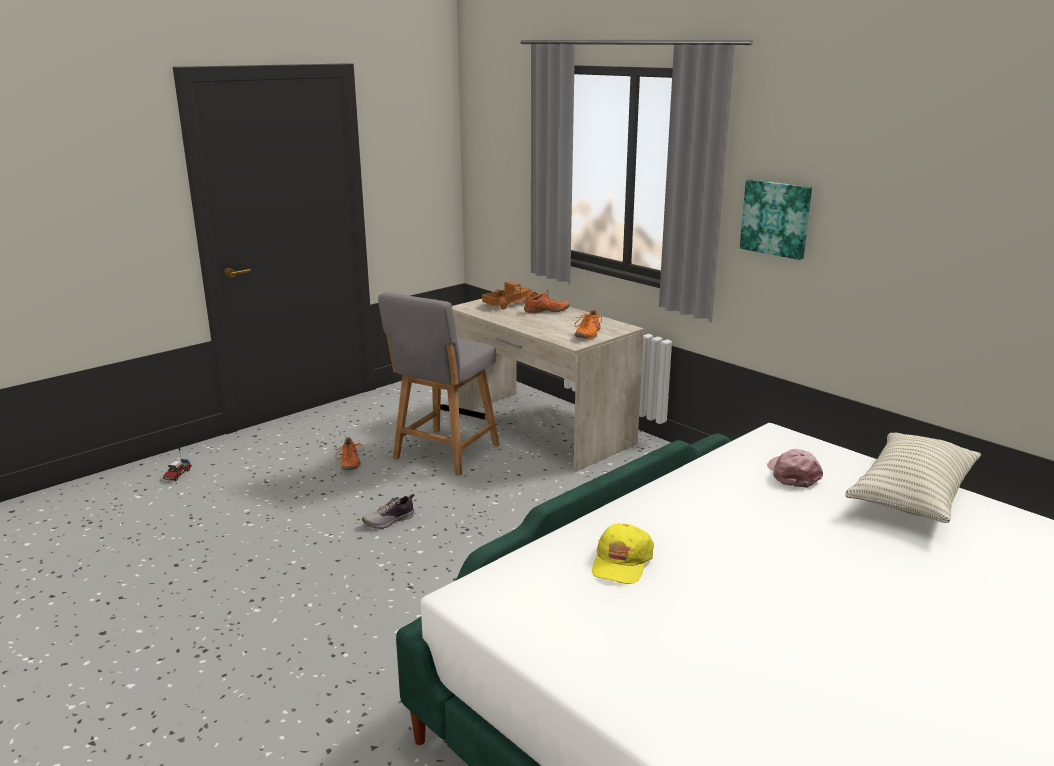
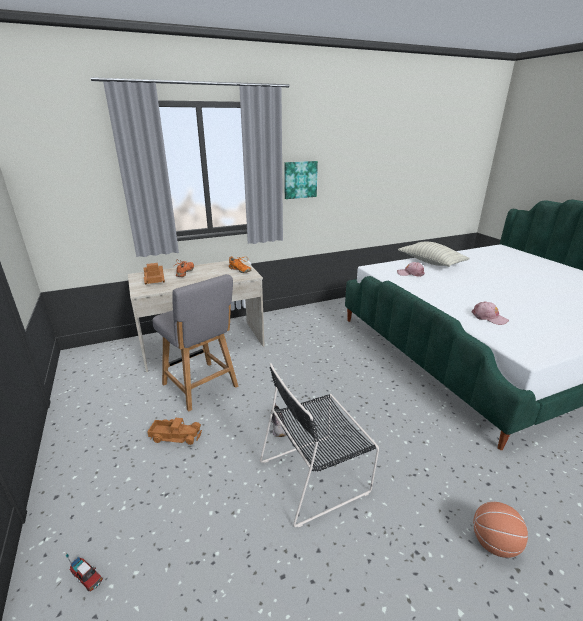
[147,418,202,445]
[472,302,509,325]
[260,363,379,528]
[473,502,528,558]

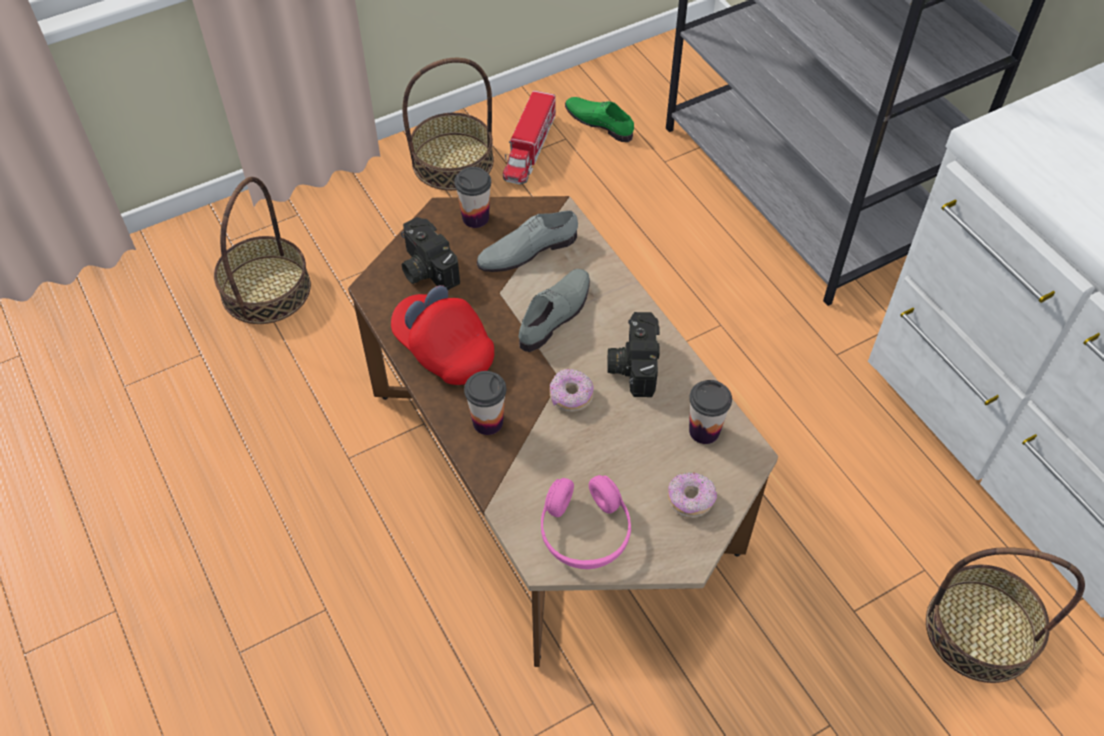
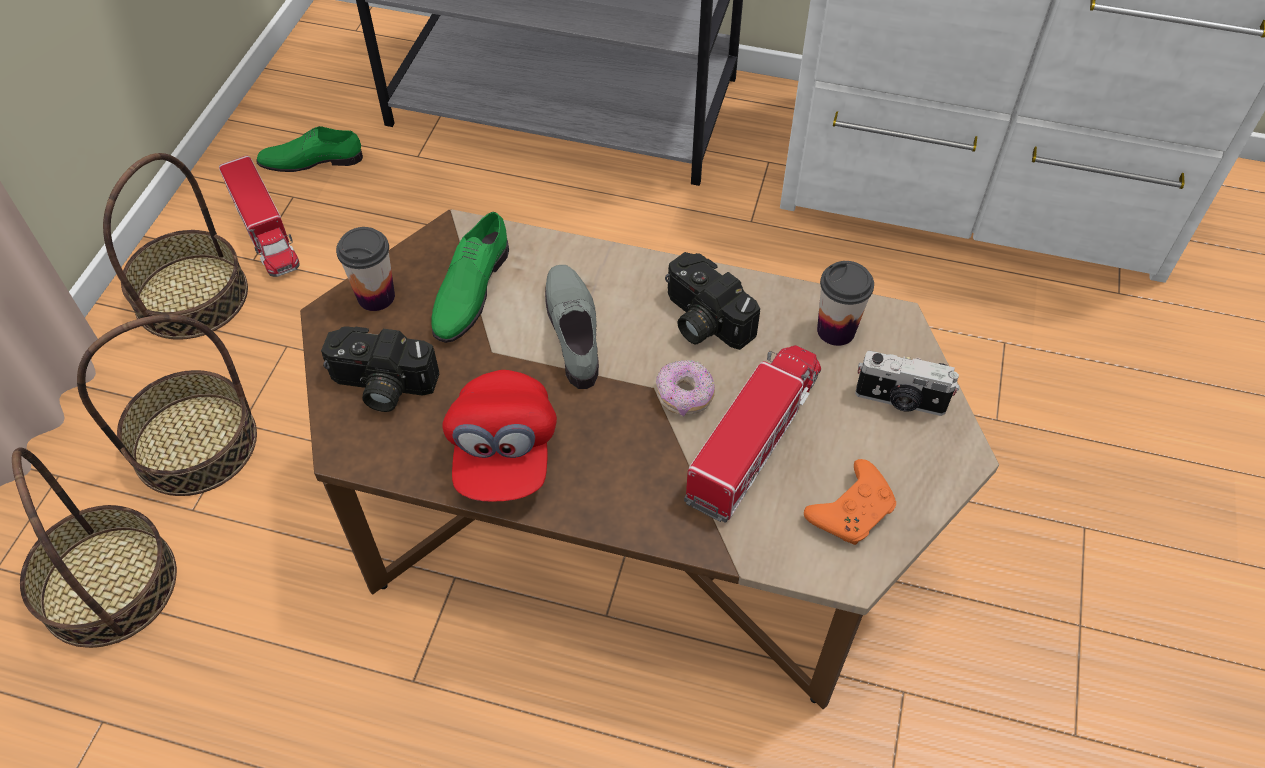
[431,212,509,343]
[442,370,557,501]
[464,371,506,435] (first image)
[855,351,959,416]
[804,459,896,545]
[77,314,257,496]
[684,345,821,523]

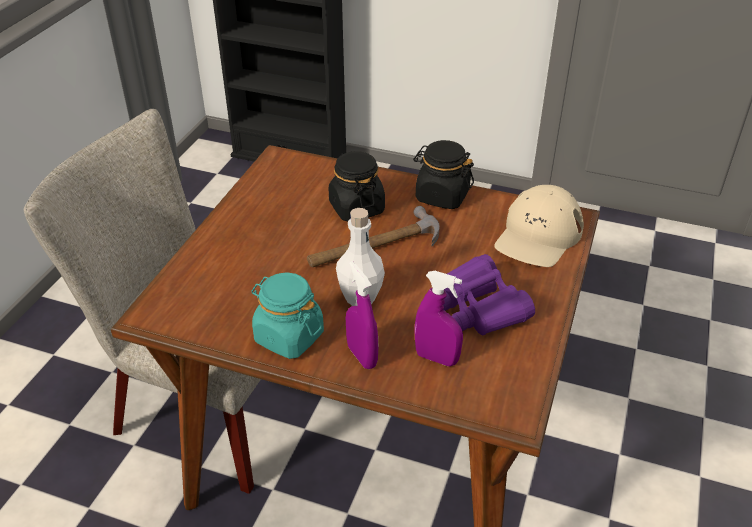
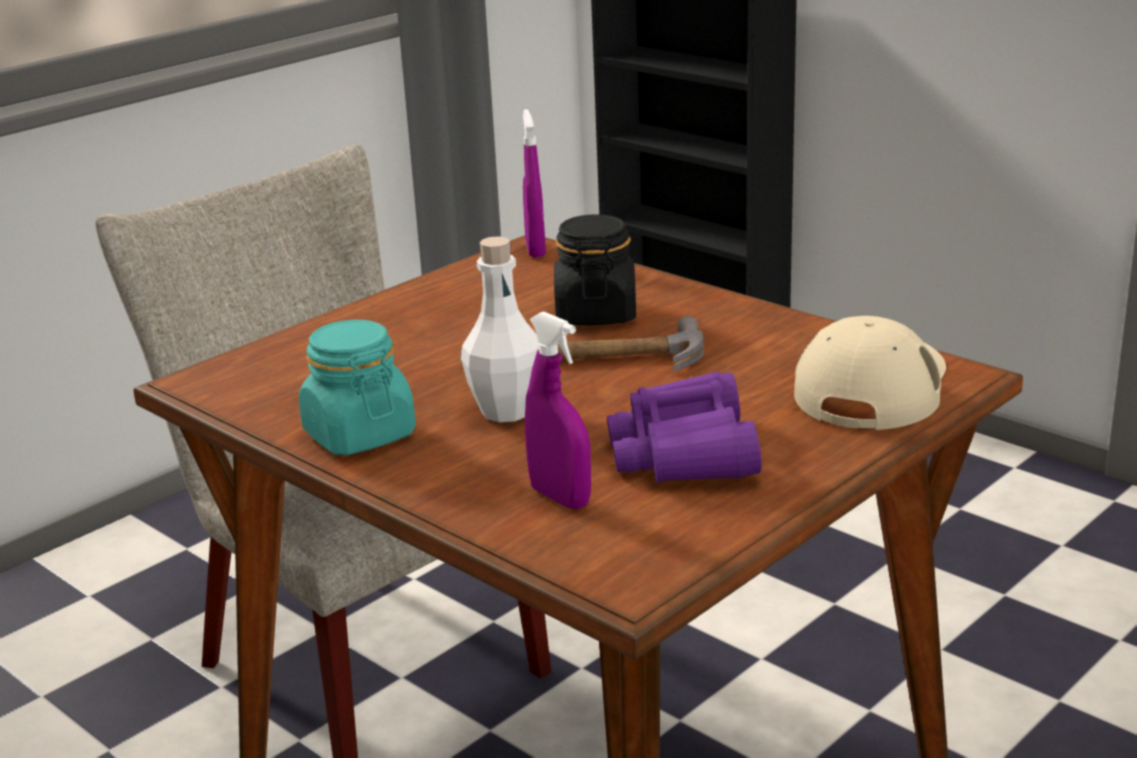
[413,140,474,209] (first image)
[794,316,946,430]
[523,109,546,258]

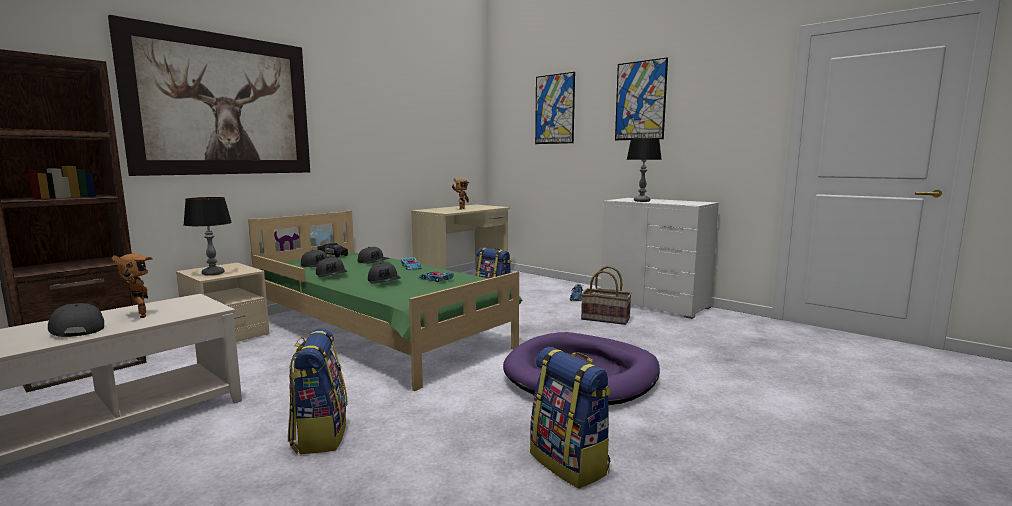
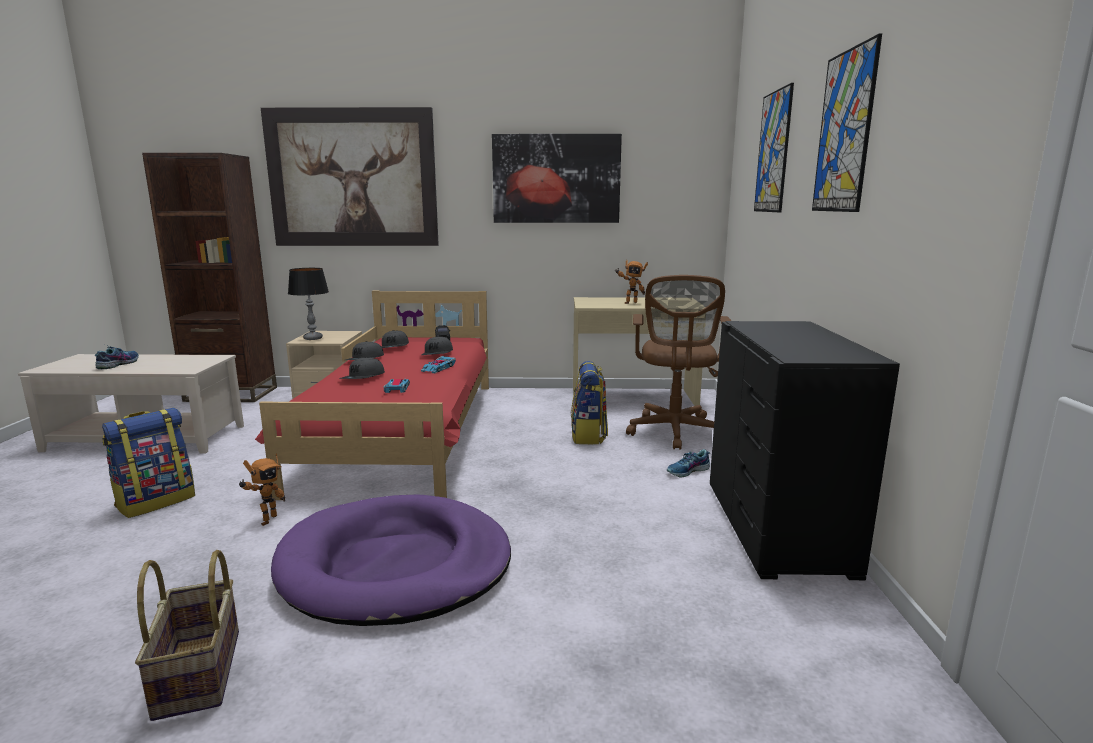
[627,138,662,202] (first image)
[710,321,900,580]
[255,291,489,500]
[238,453,285,526]
[135,550,239,721]
[95,345,139,369]
[530,347,611,489] (first image)
[492,134,622,223]
[626,275,731,450]

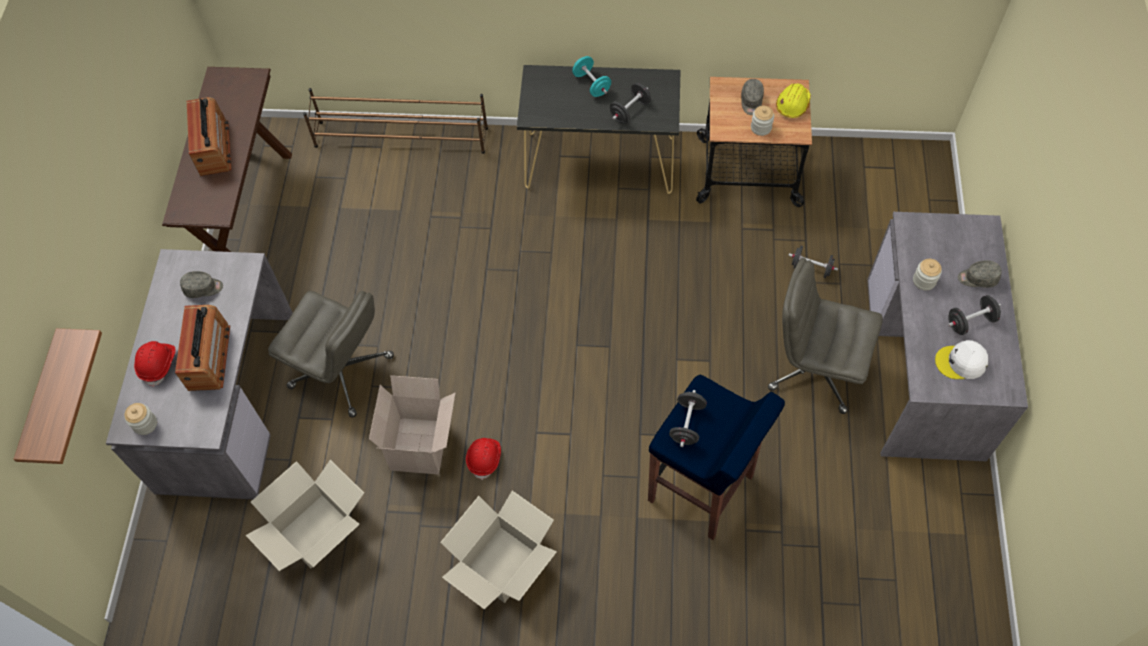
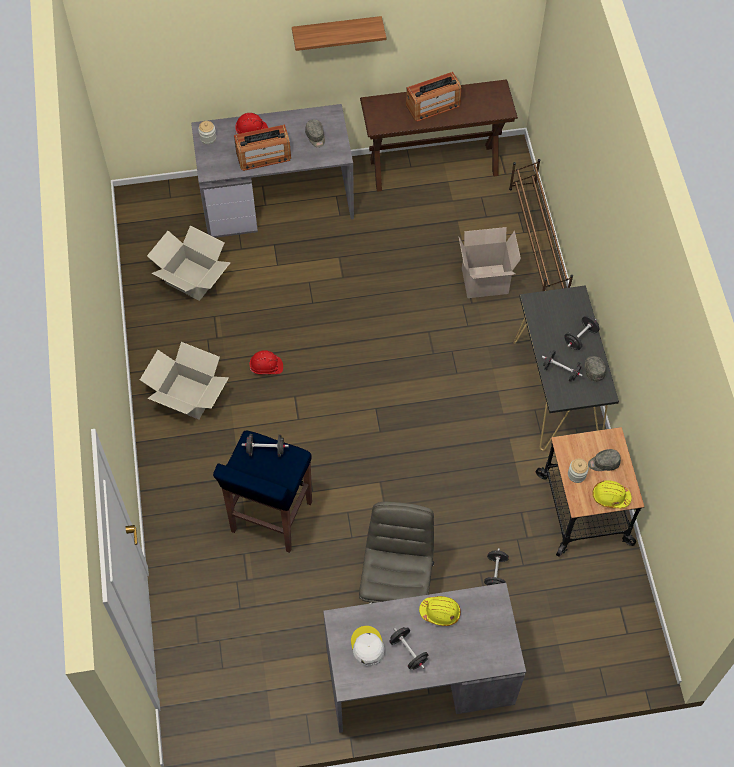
[564,316,599,350]
[419,596,461,626]
[585,356,606,382]
[268,291,394,418] (first image)
[292,16,386,51]
[459,227,521,298]

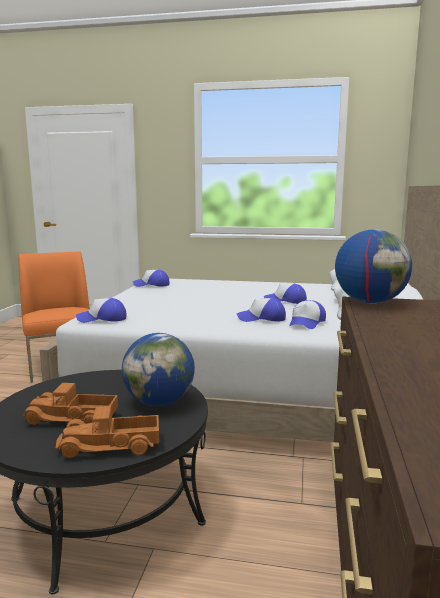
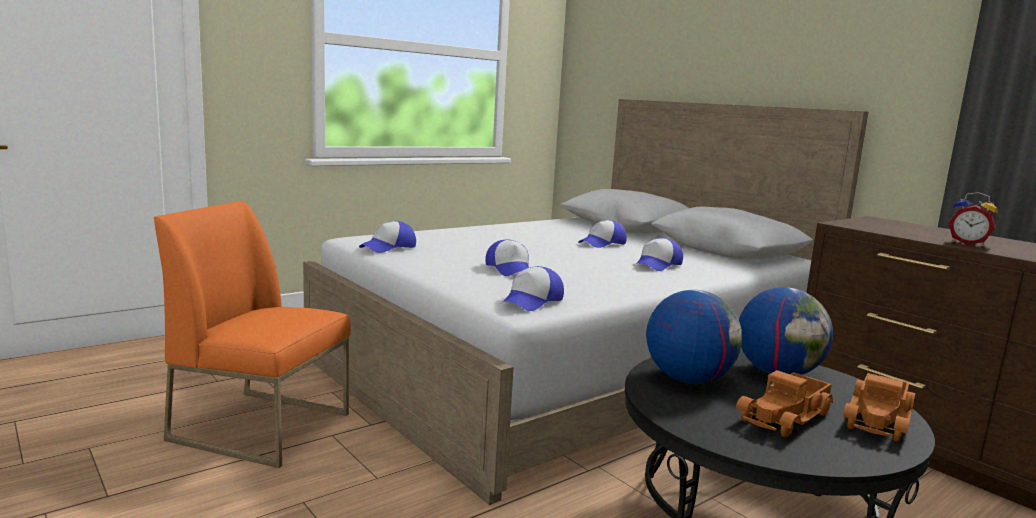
[646,290,742,384]
[485,239,529,276]
[949,192,998,246]

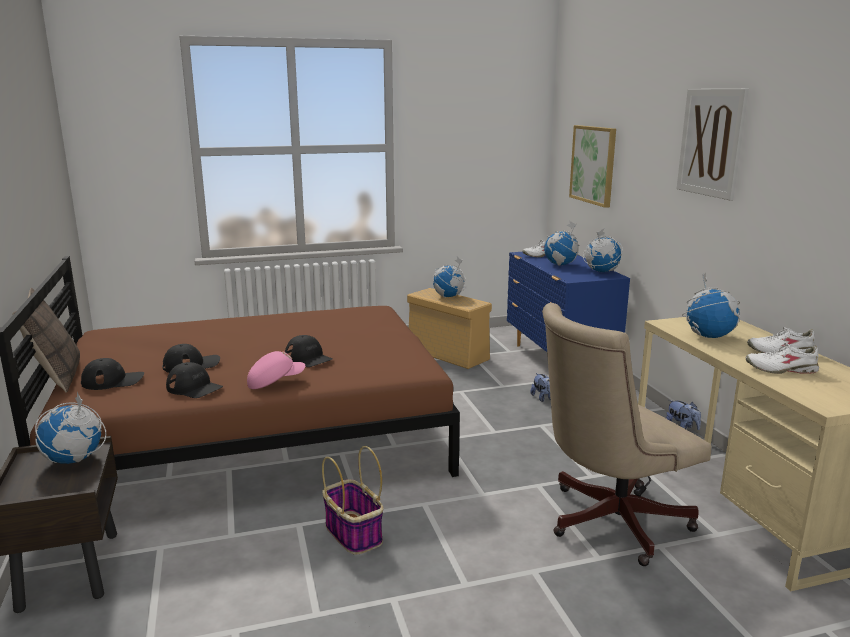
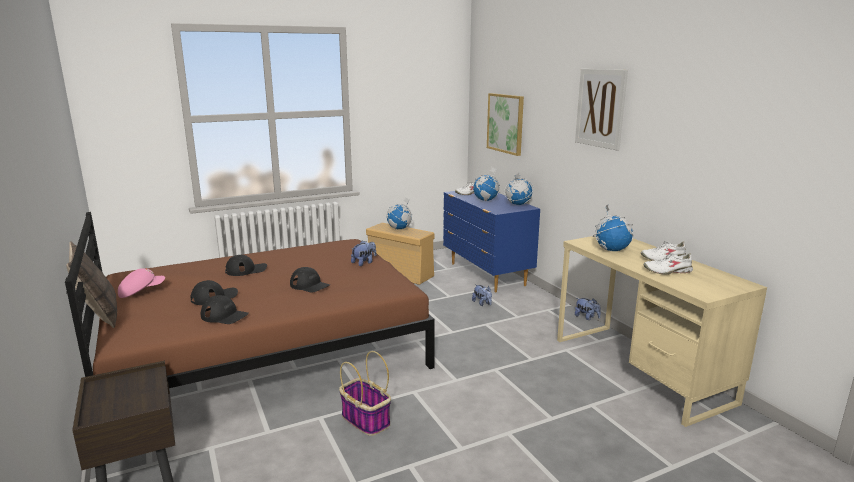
[542,303,711,566] (first image)
[118,268,165,298]
[225,255,267,276]
[35,392,106,464] (first image)
[351,240,376,266]

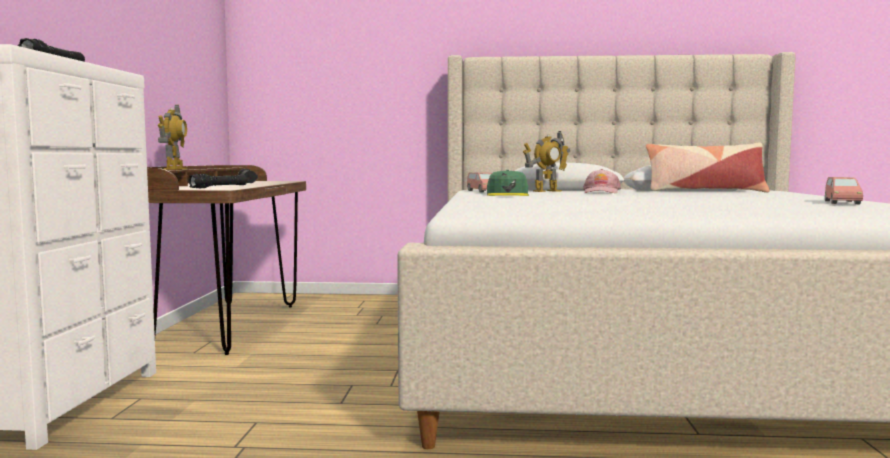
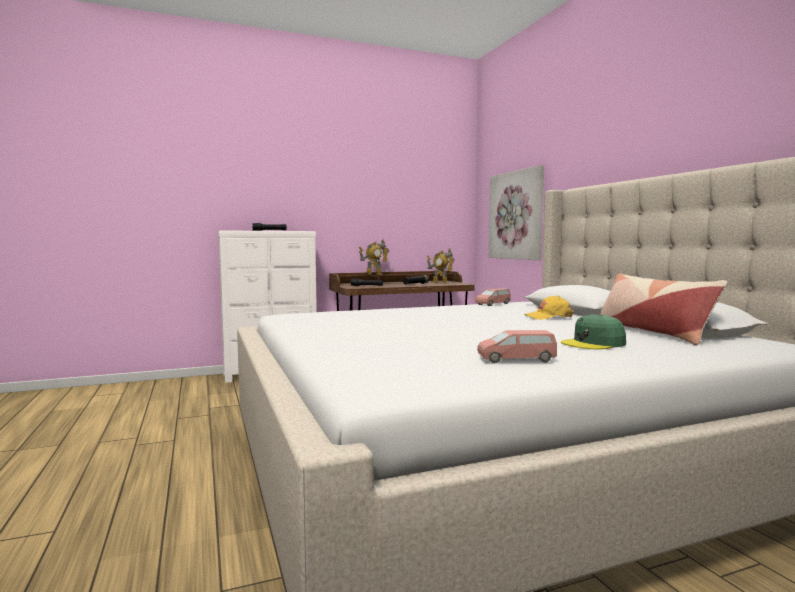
[427,248,455,284]
[524,296,574,320]
[561,314,626,350]
[489,165,544,260]

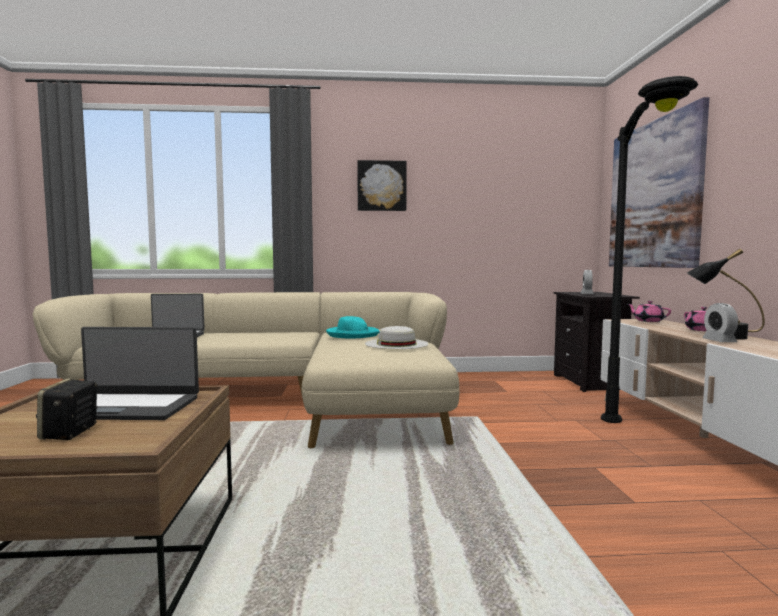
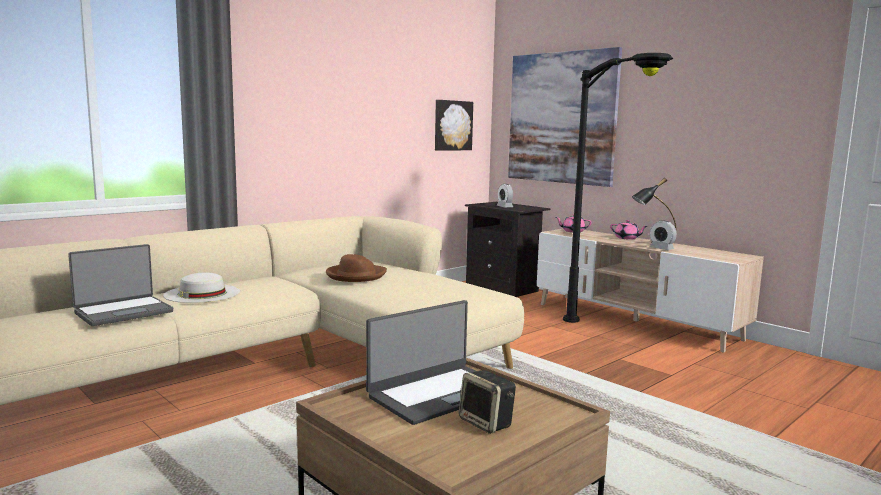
[435,100,473,151]
[326,254,387,282]
[163,273,240,303]

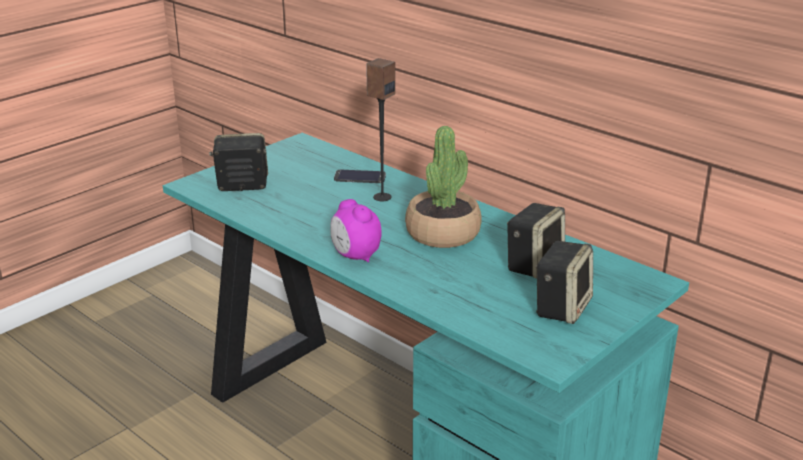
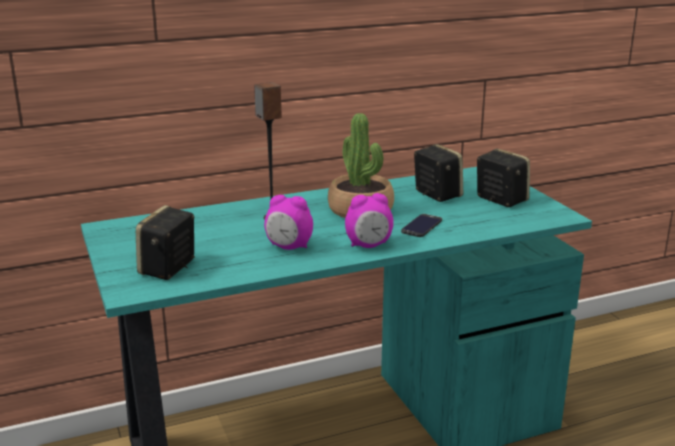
[401,214,442,237]
[264,195,313,250]

